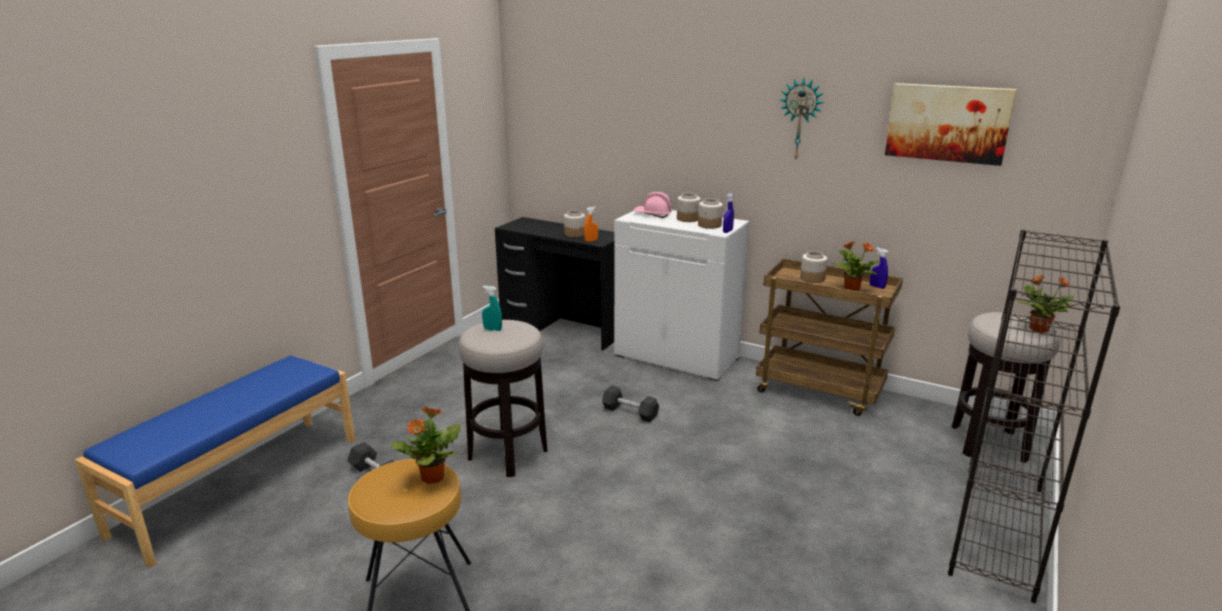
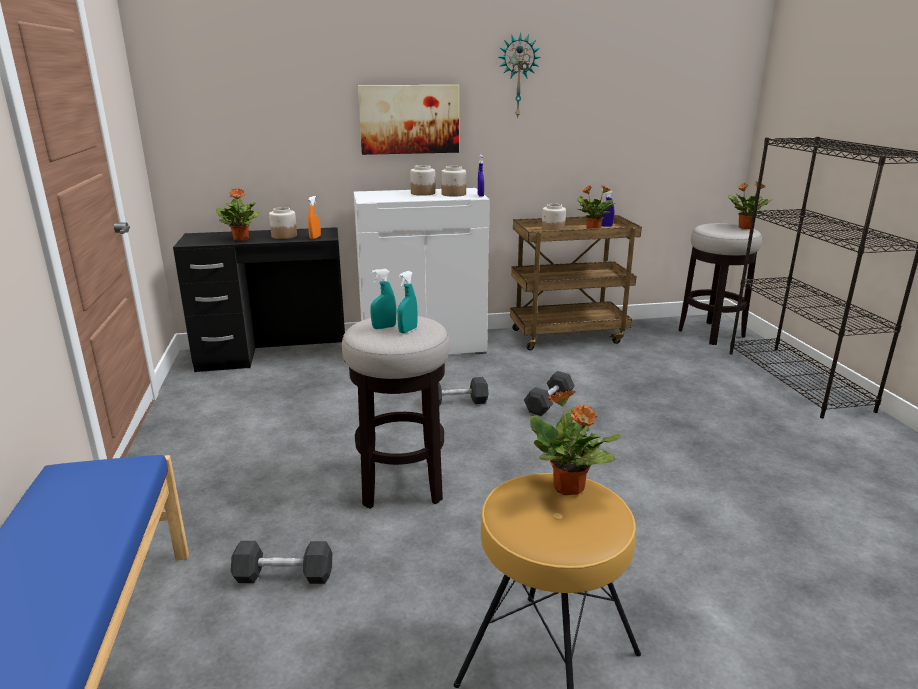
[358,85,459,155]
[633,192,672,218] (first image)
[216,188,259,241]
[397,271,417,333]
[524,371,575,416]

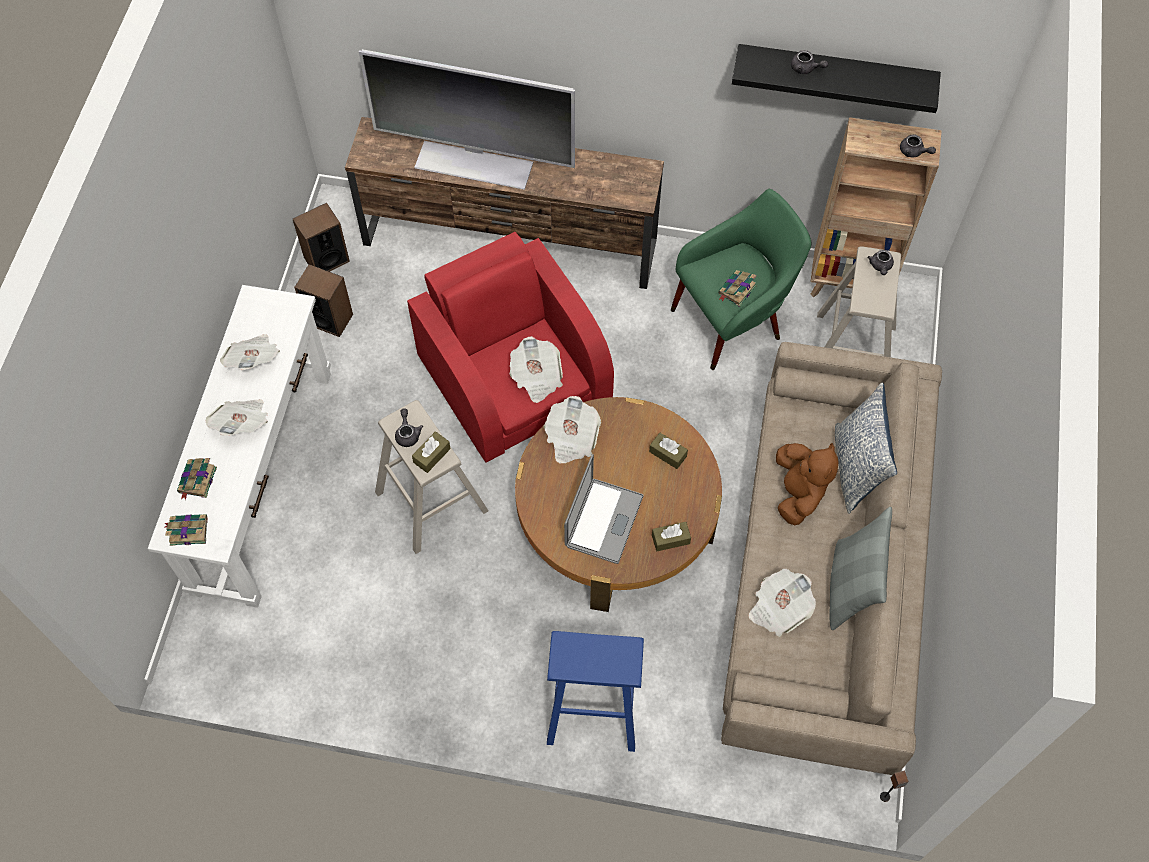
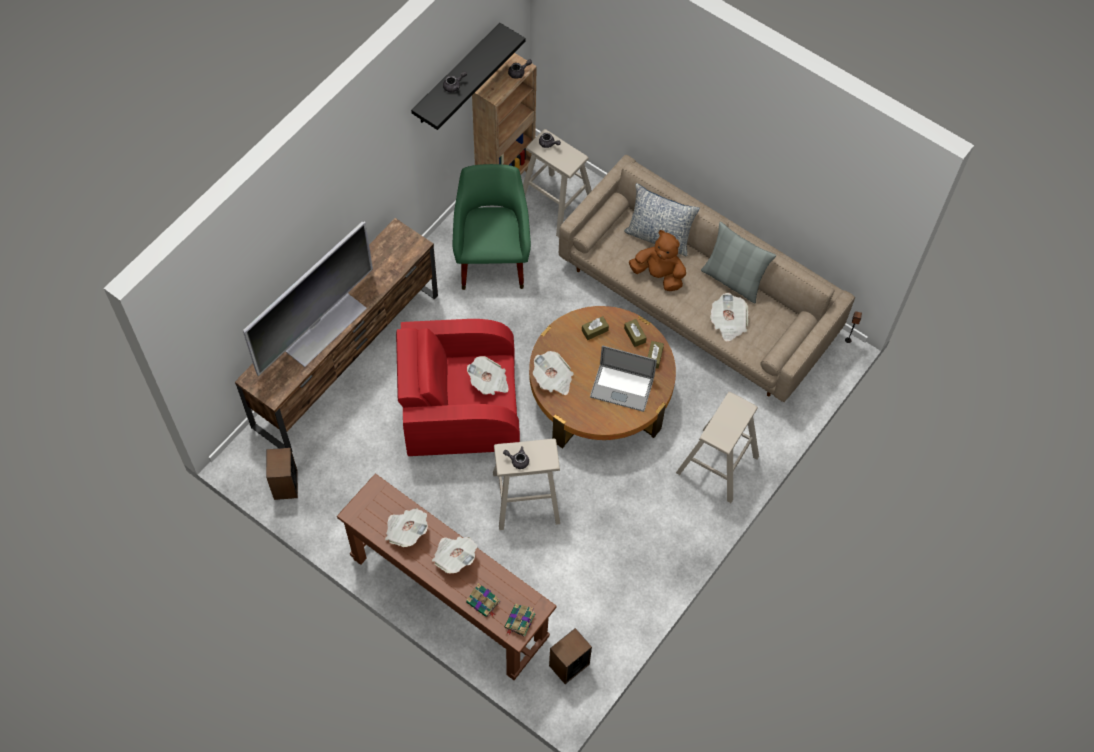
[549,628,592,684]
[718,270,757,307] (first image)
[337,473,557,680]
[624,319,647,347]
[590,345,657,412]
[676,392,759,503]

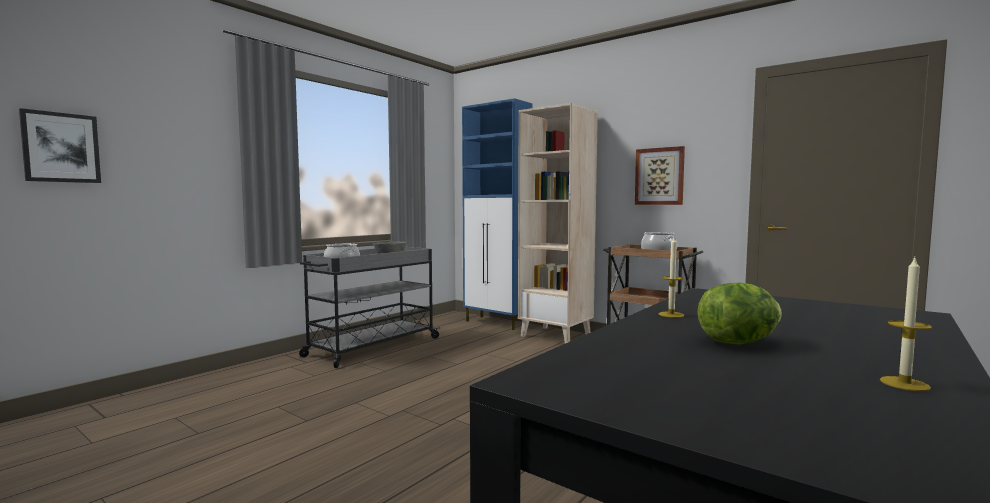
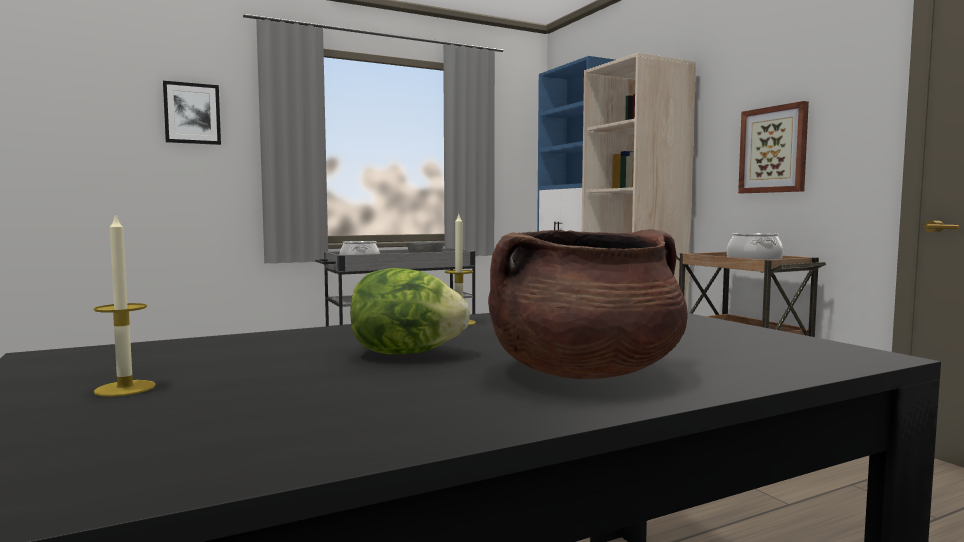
[163,81,221,145]
[94,213,156,397]
[488,229,688,379]

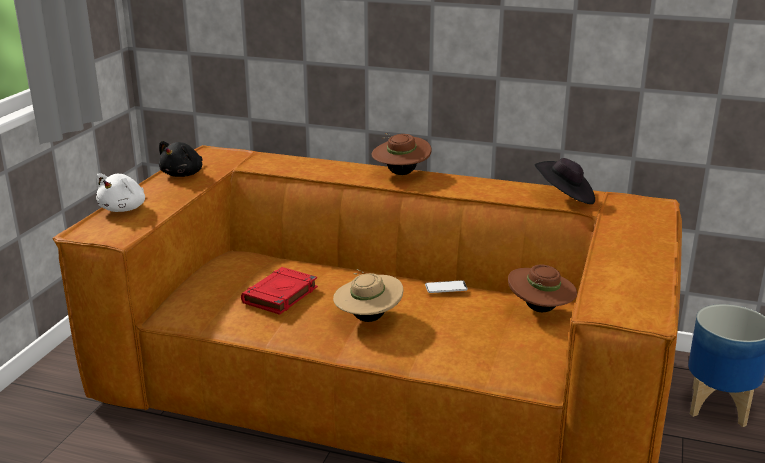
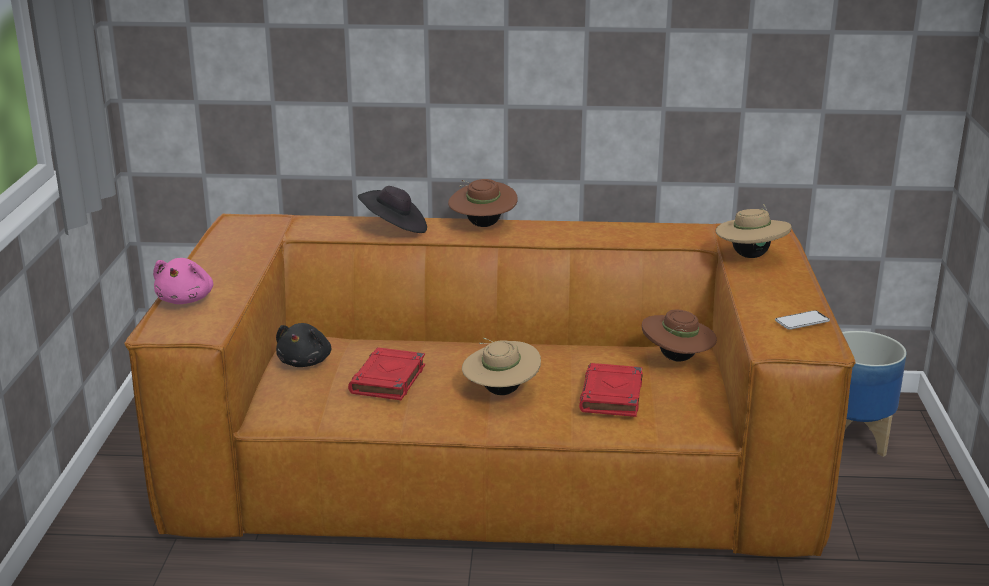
[276,323,331,367]
[358,186,427,233]
[153,258,213,304]
[775,310,830,330]
[716,204,792,258]
[579,363,643,417]

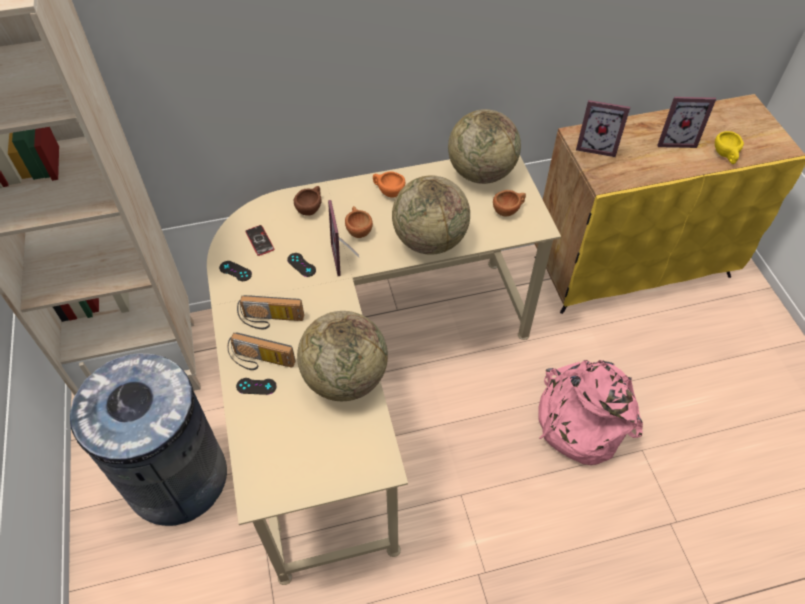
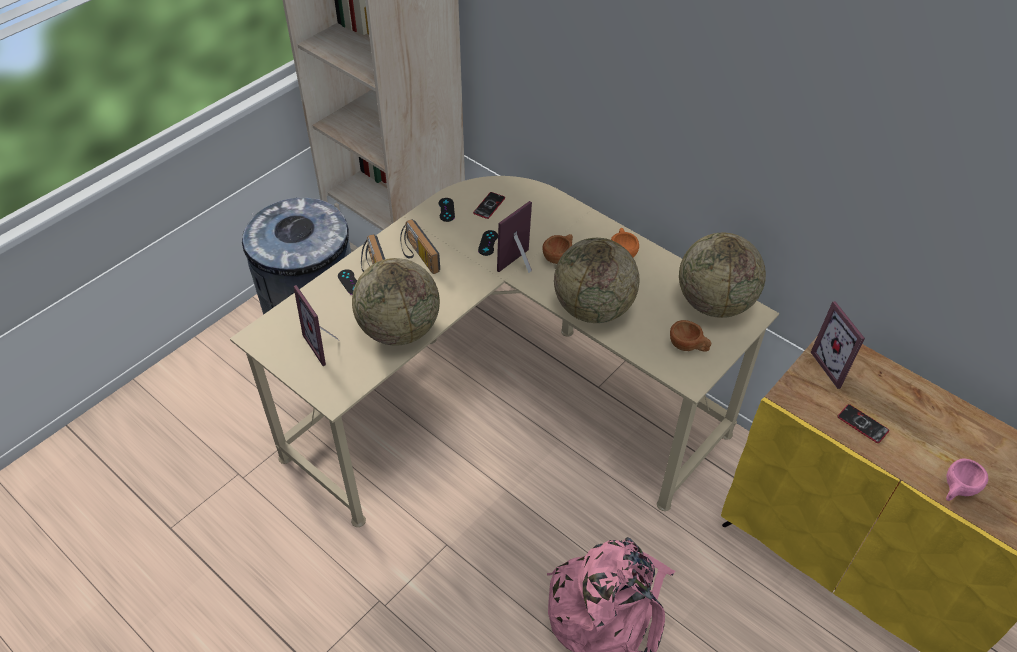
[293,285,338,366]
[946,459,988,501]
[294,186,322,216] (first image)
[838,404,889,443]

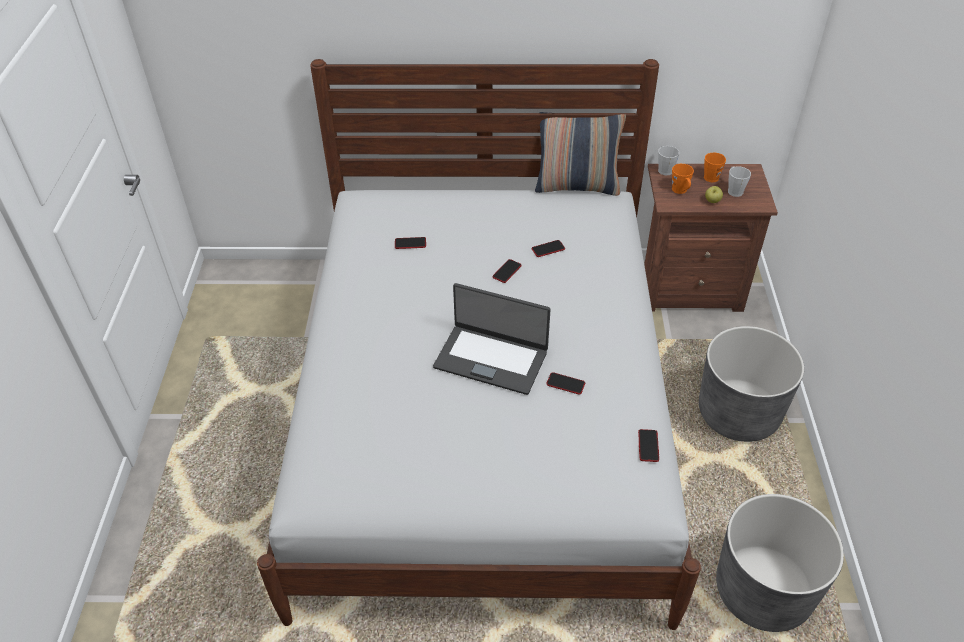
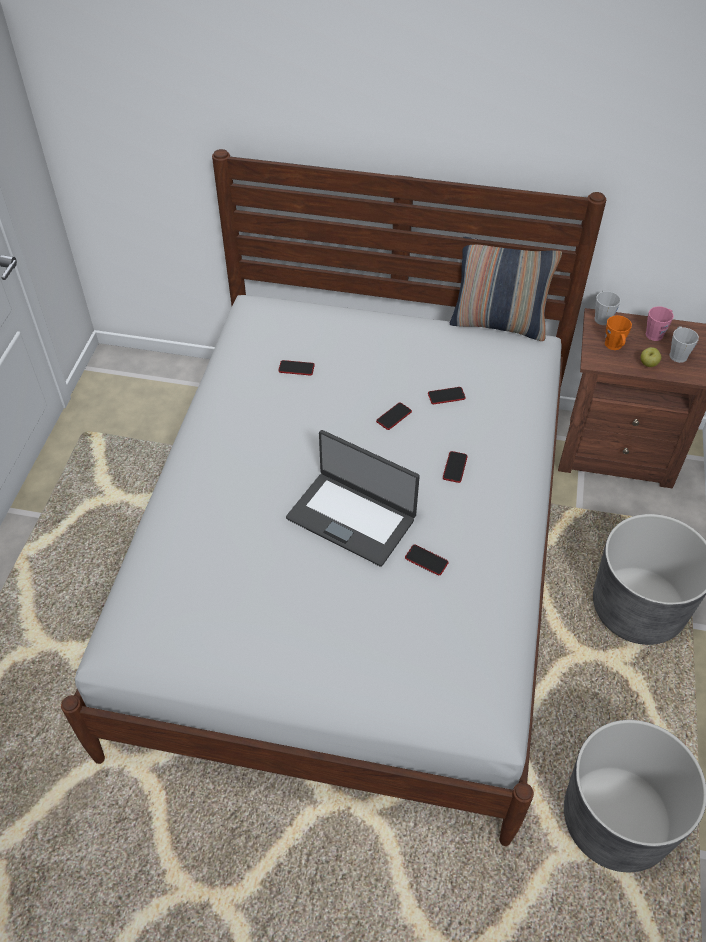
[646,306,674,341]
[443,451,468,483]

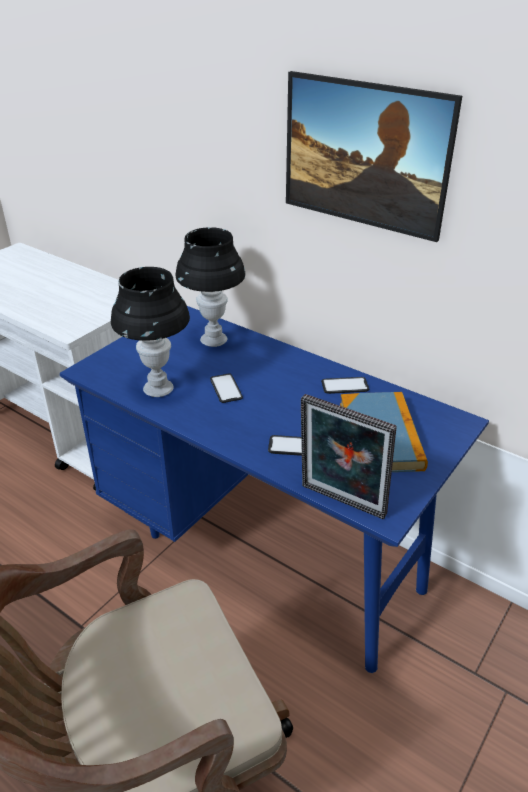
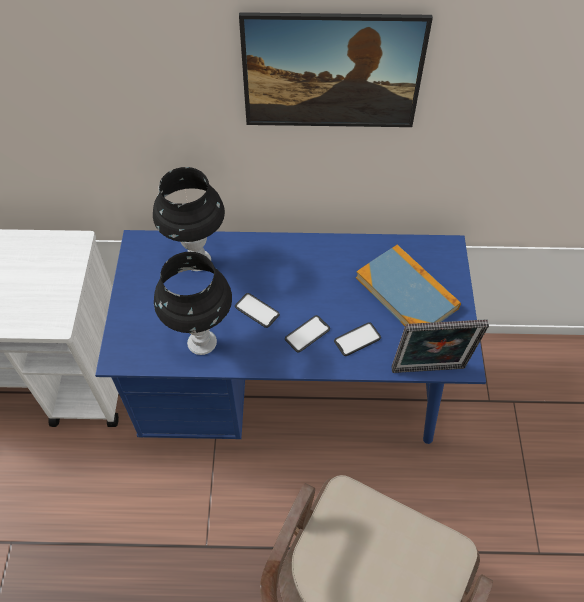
[285,315,330,352]

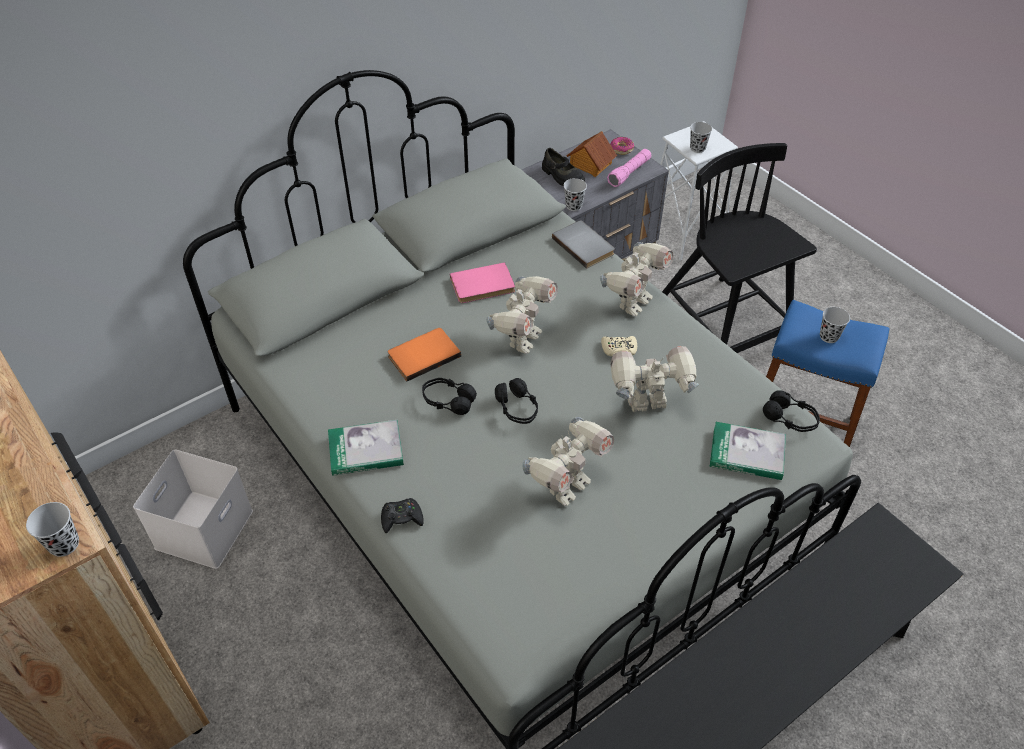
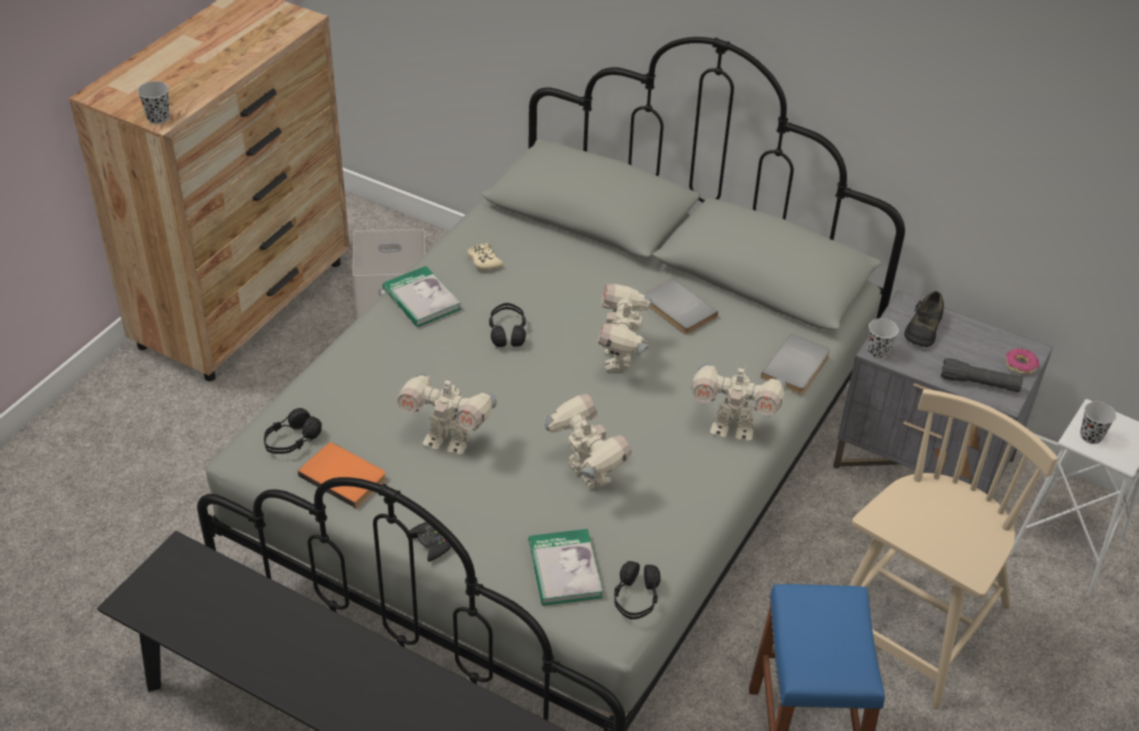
[567,131,617,177] (first image)
[849,389,1058,709]
[940,358,1023,392]
[645,278,718,334]
[597,284,652,372]
[820,307,850,343] (first image)
[298,442,386,508]
[467,243,504,270]
[264,408,322,454]
[409,522,451,562]

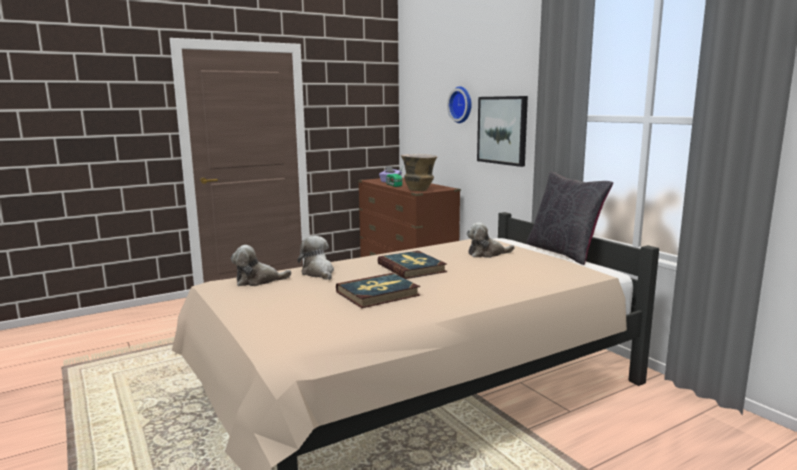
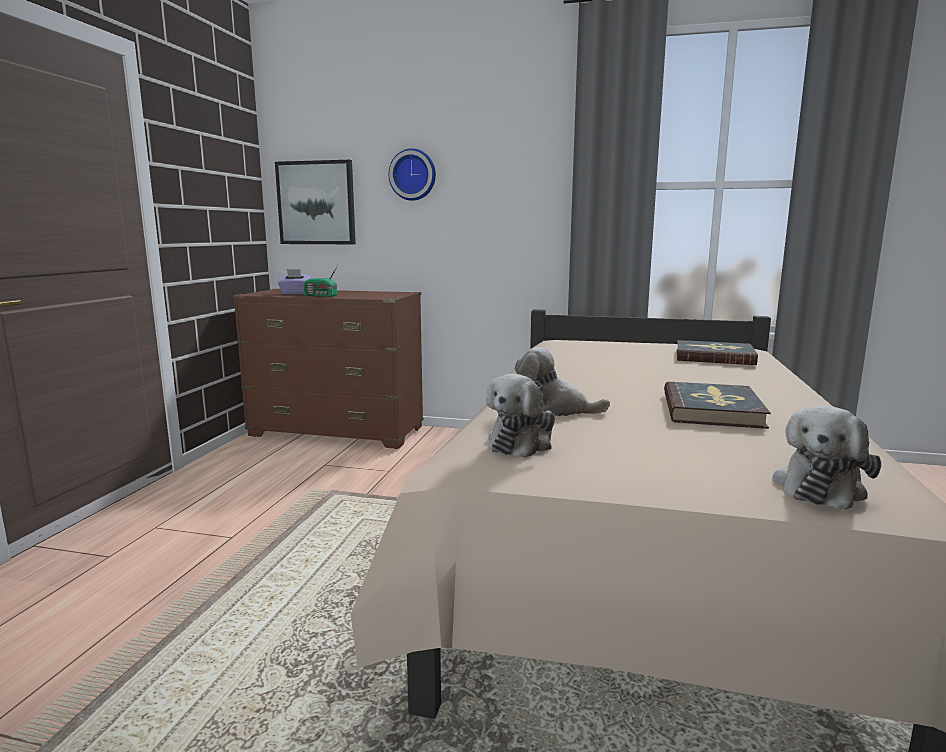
[275,160,356,244]
[401,154,438,191] (first image)
[526,172,613,265] (first image)
[772,405,881,510]
[677,340,758,365]

